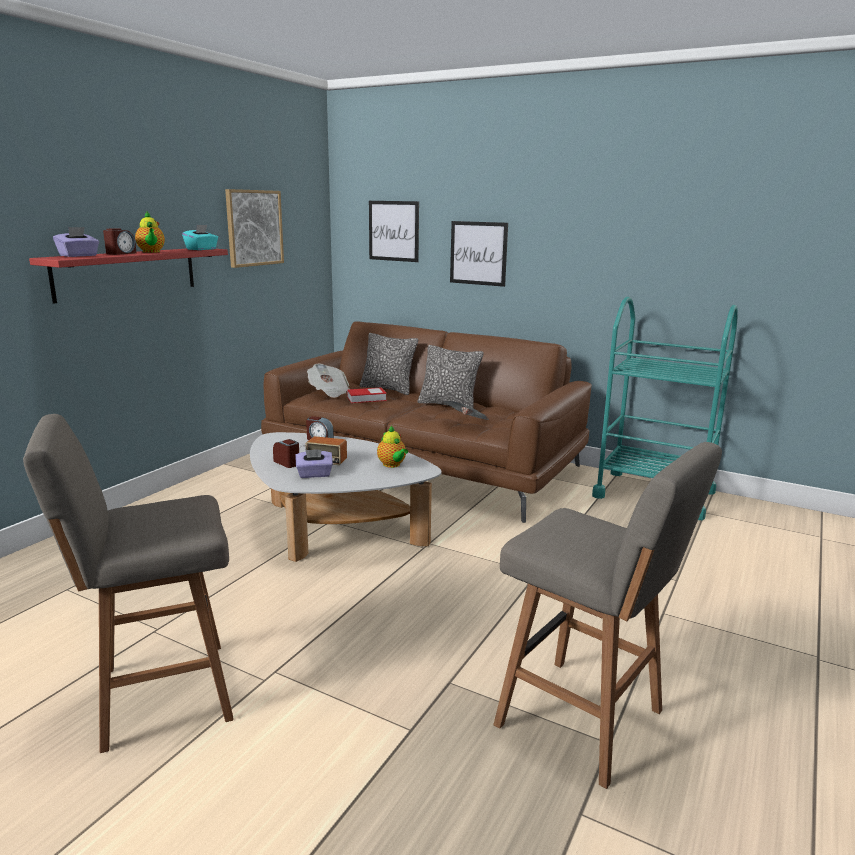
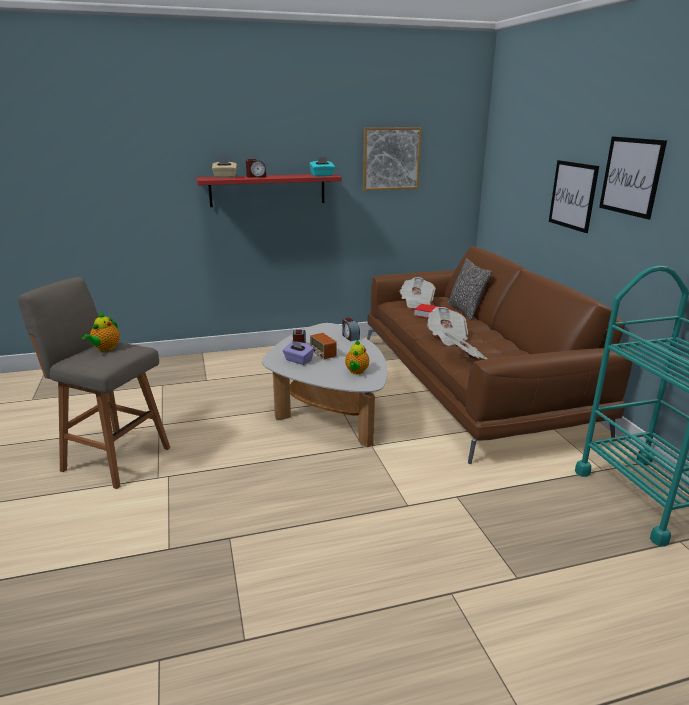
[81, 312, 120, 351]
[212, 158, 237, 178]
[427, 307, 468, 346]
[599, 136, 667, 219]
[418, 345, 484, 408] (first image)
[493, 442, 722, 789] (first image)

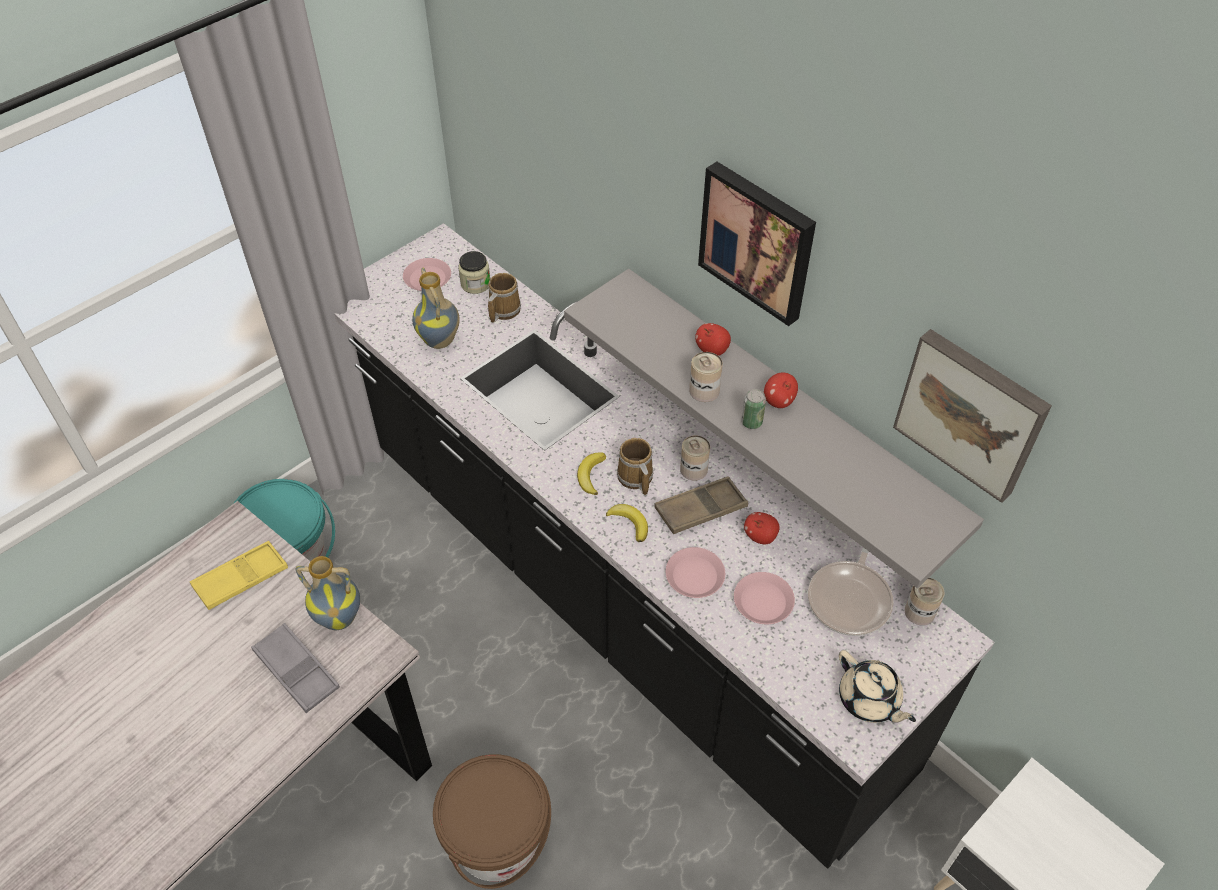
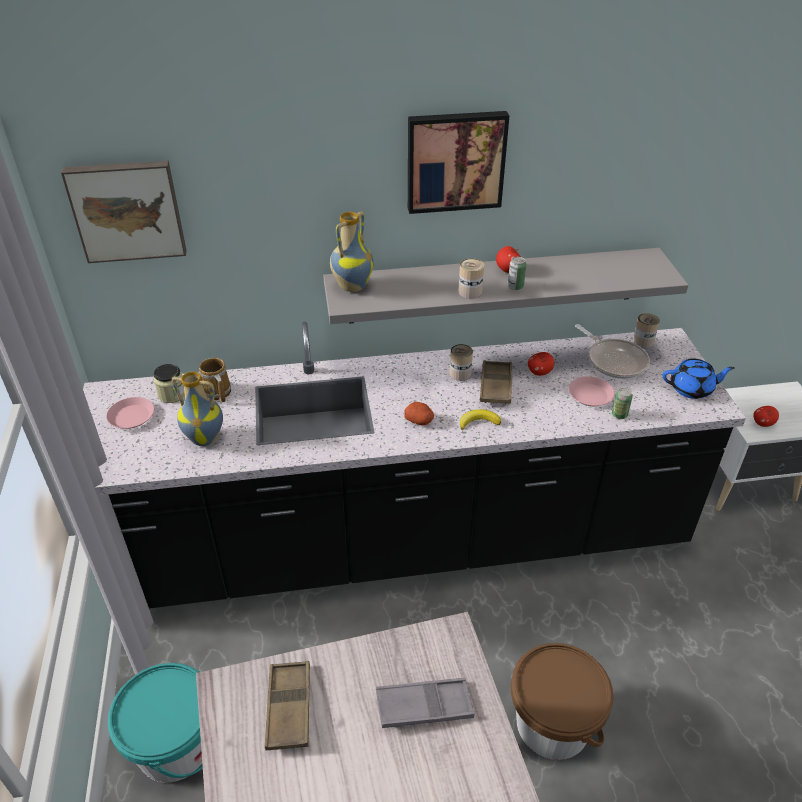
[61, 161, 186, 263]
[265, 661, 310, 750]
[330, 212, 374, 292]
[404, 402, 434, 425]
[612, 388, 633, 419]
[663, 358, 735, 399]
[753, 406, 779, 427]
[617, 438, 653, 495] (first image)
[666, 547, 725, 598] (first image)

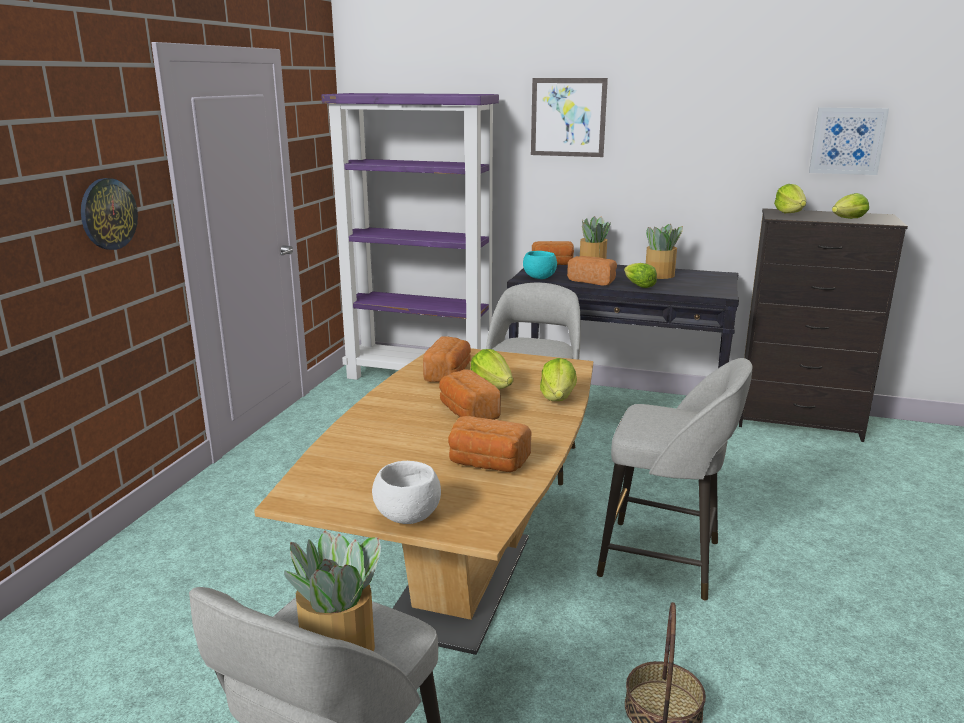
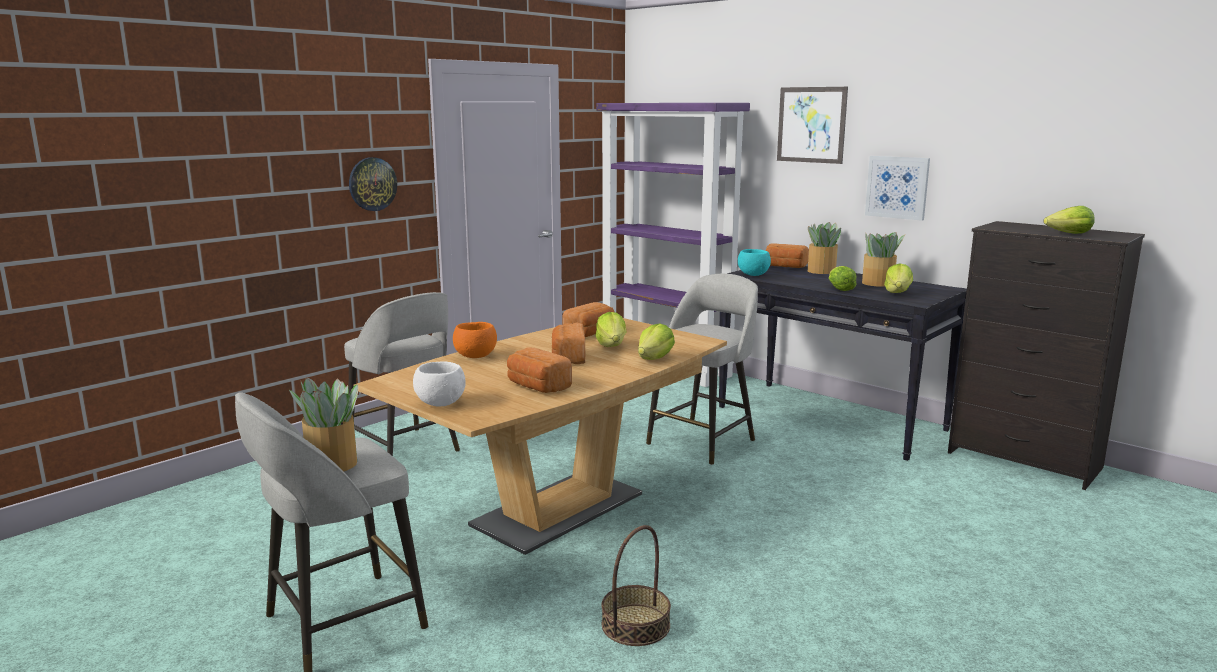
[344, 292, 460, 456]
[453, 322, 497, 358]
[865, 156, 930, 221]
[884, 263, 913, 293]
[567, 256, 617, 286] (first image)

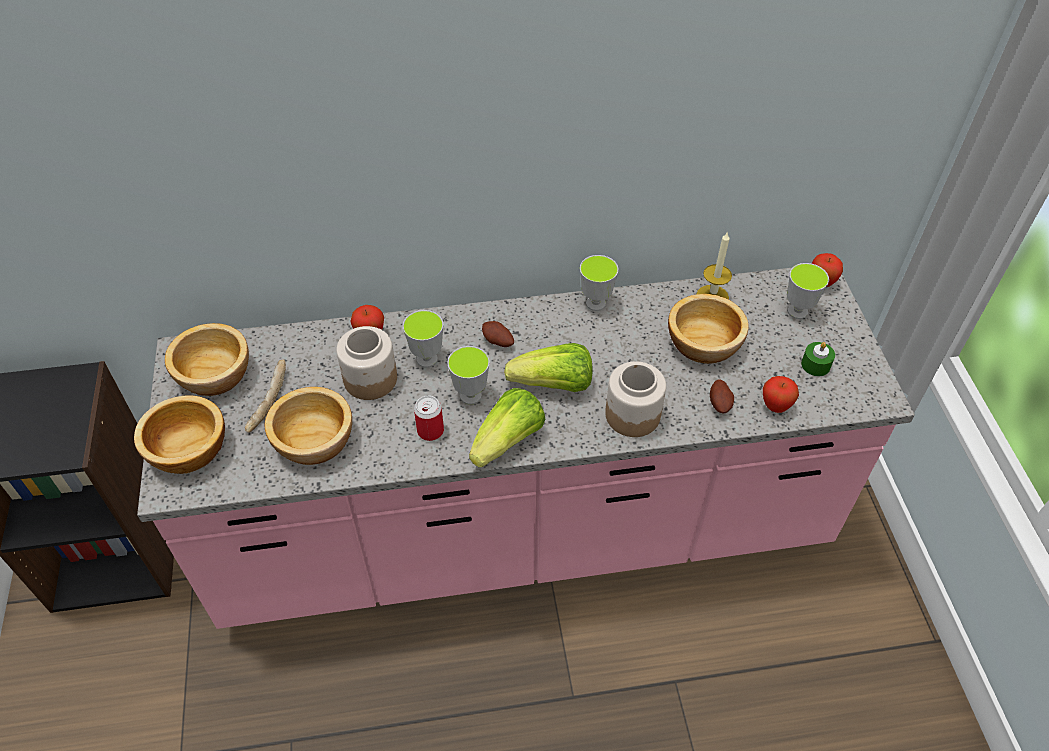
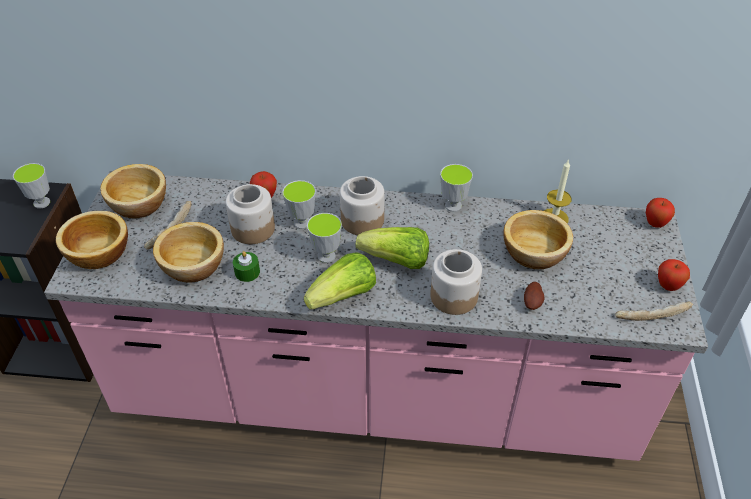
[13, 163, 50, 209]
[233, 251, 260, 282]
[340, 176, 384, 235]
[615, 302, 693, 321]
[658, 259, 690, 291]
[414, 395, 444, 441] (first image)

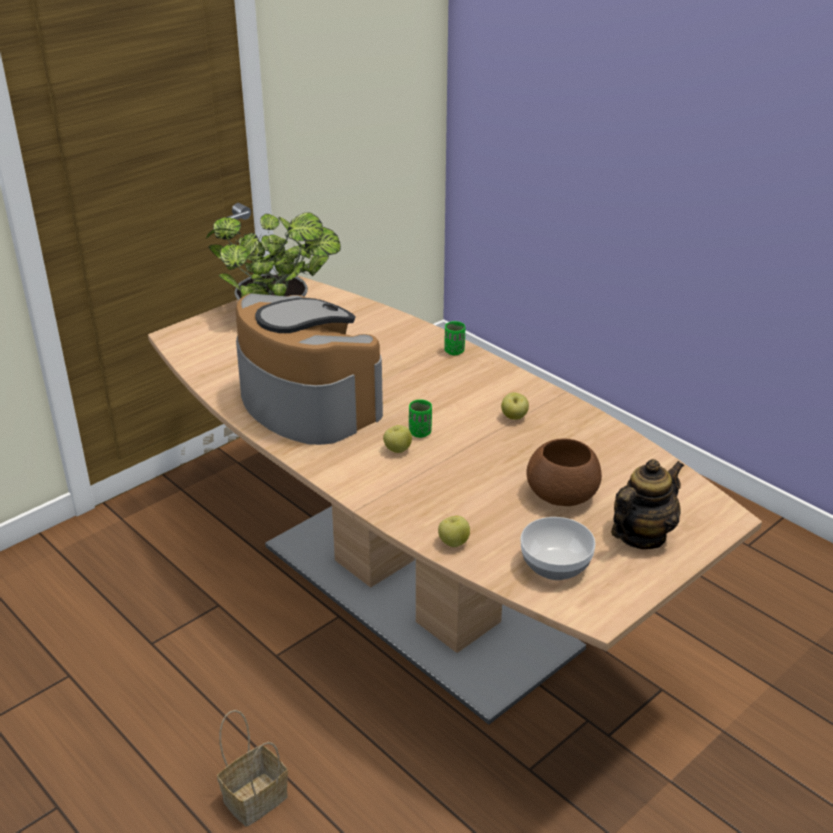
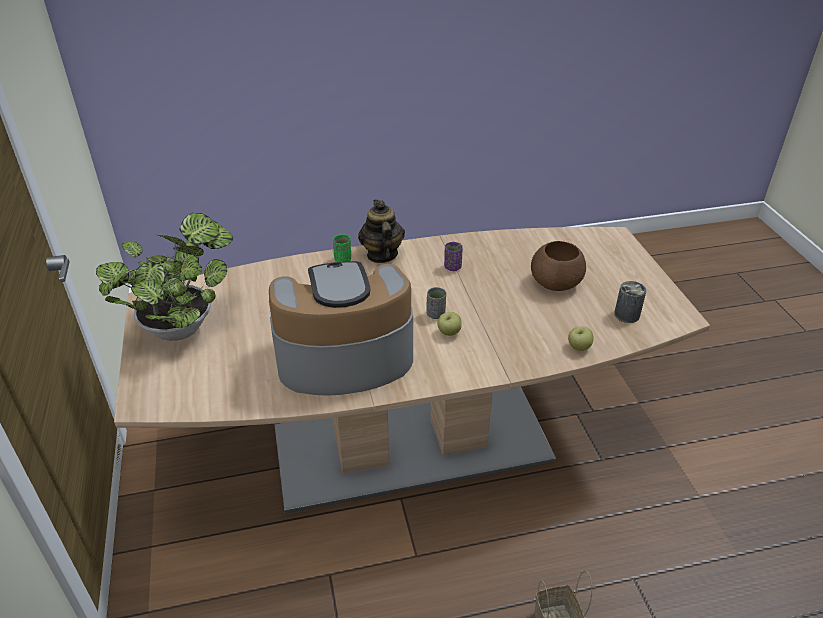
[358, 199, 405, 263]
[426, 287, 446, 319]
[444, 242, 463, 271]
[614, 281, 646, 323]

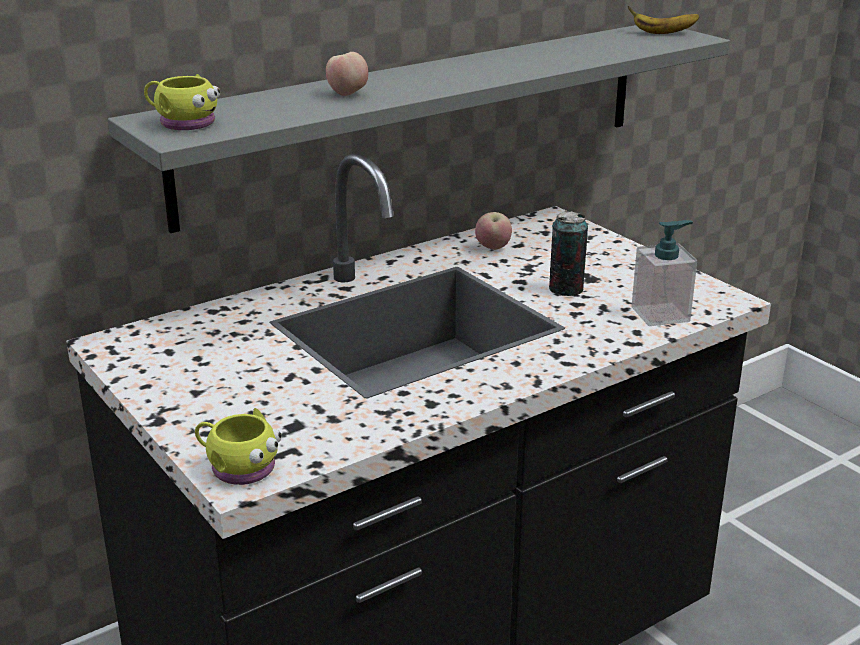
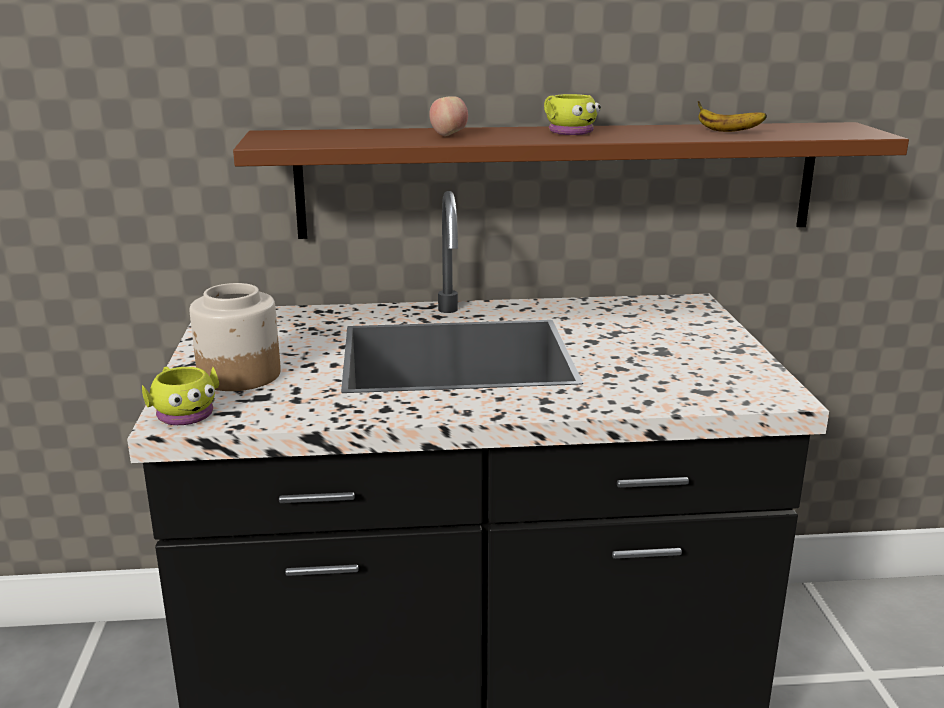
[190, 283, 281, 391]
[233, 122, 909, 239]
[544, 94, 601, 135]
[698, 101, 767, 132]
[475, 212, 512, 250] (first image)
[549, 211, 588, 296] (first image)
[632, 220, 697, 326] (first image)

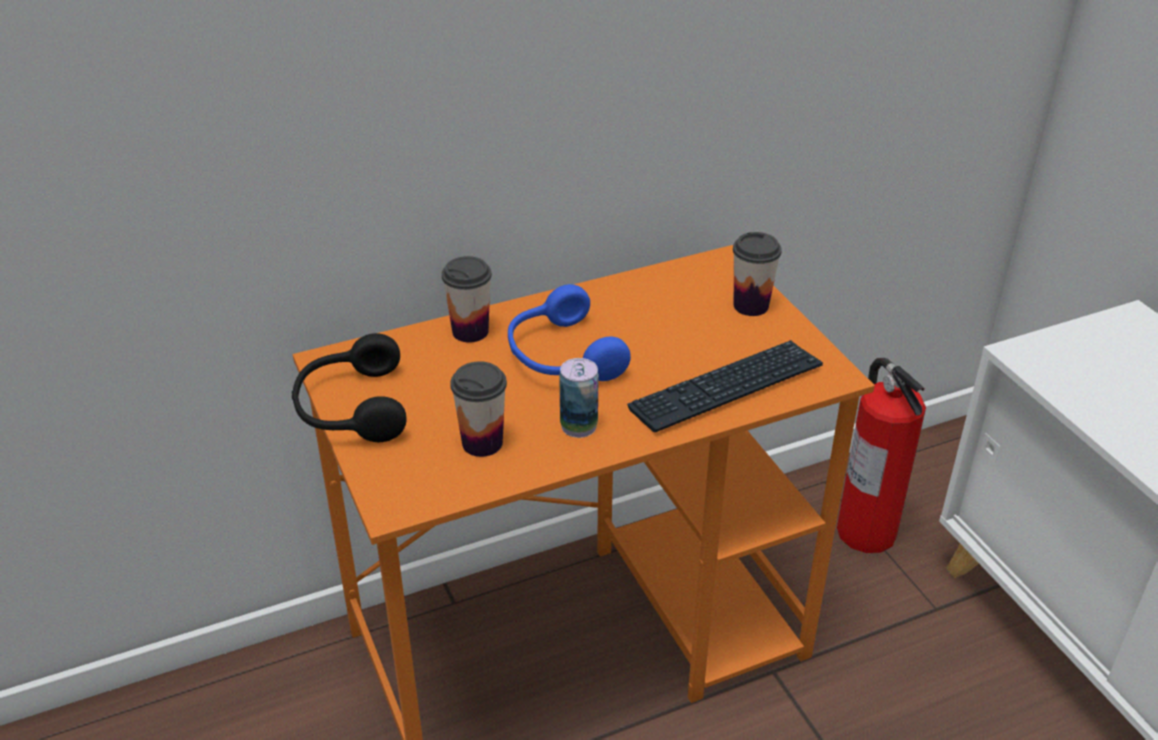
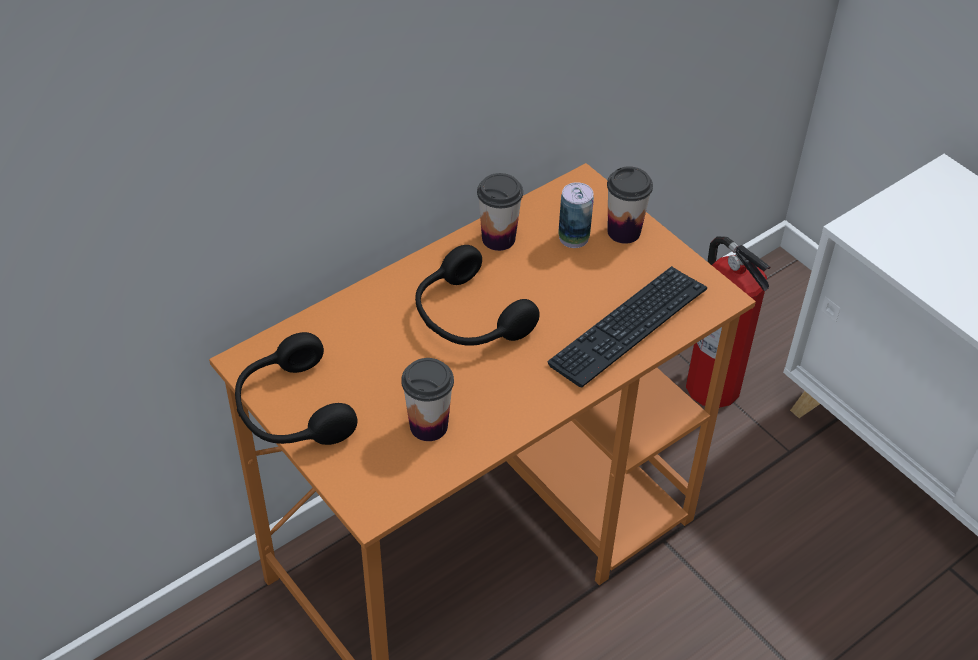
[415, 245, 540, 346]
[477, 173, 523, 251]
[558, 182, 594, 248]

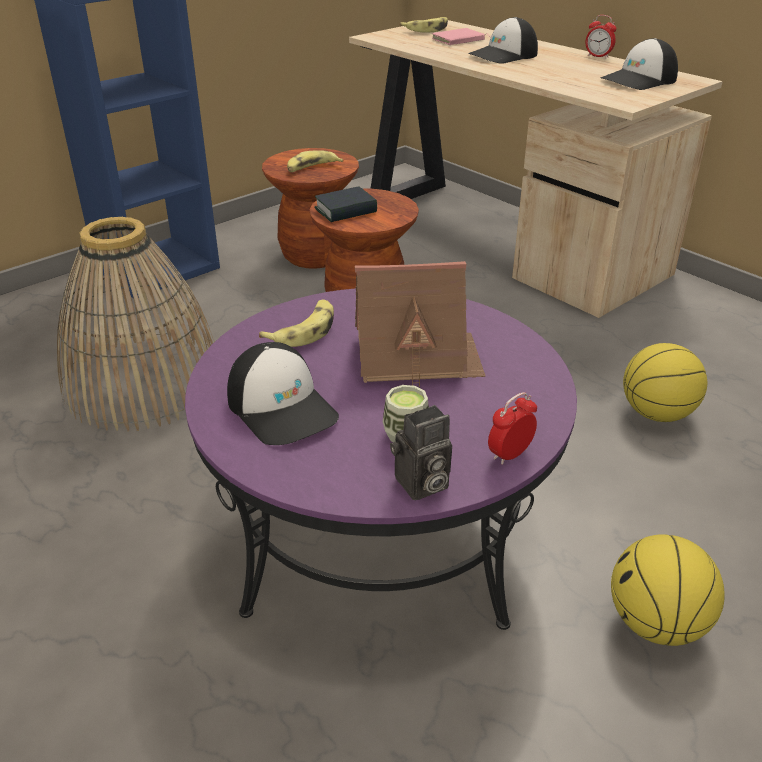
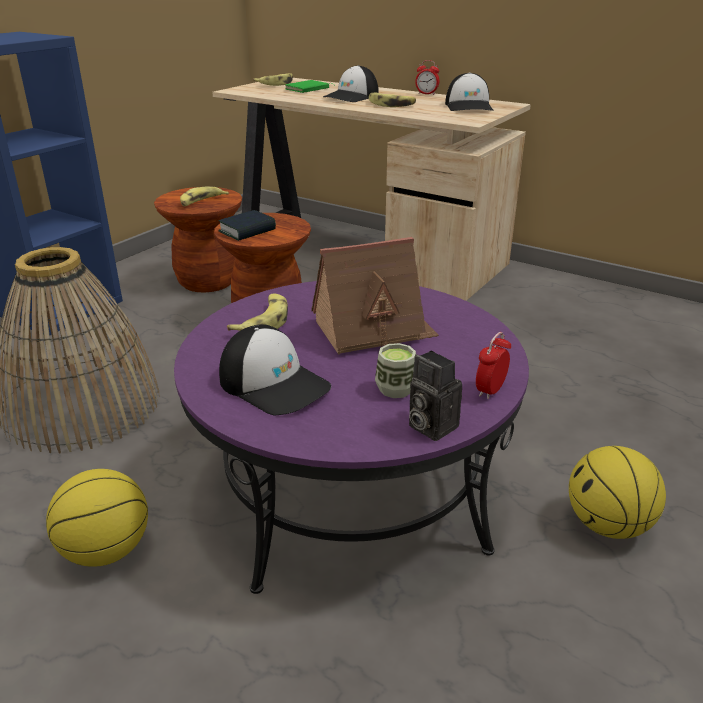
[46, 469, 148, 567]
[286, 80, 334, 93]
[369, 93, 416, 107]
[409, 350, 462, 441]
[445, 72, 494, 111]

